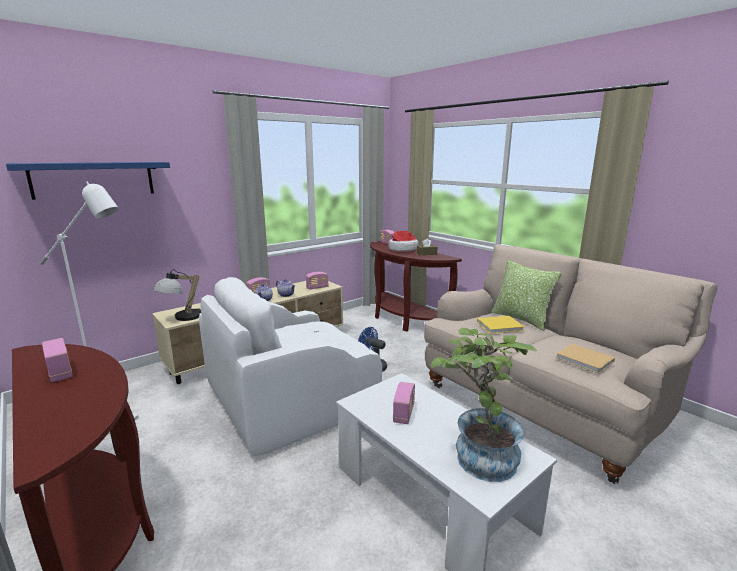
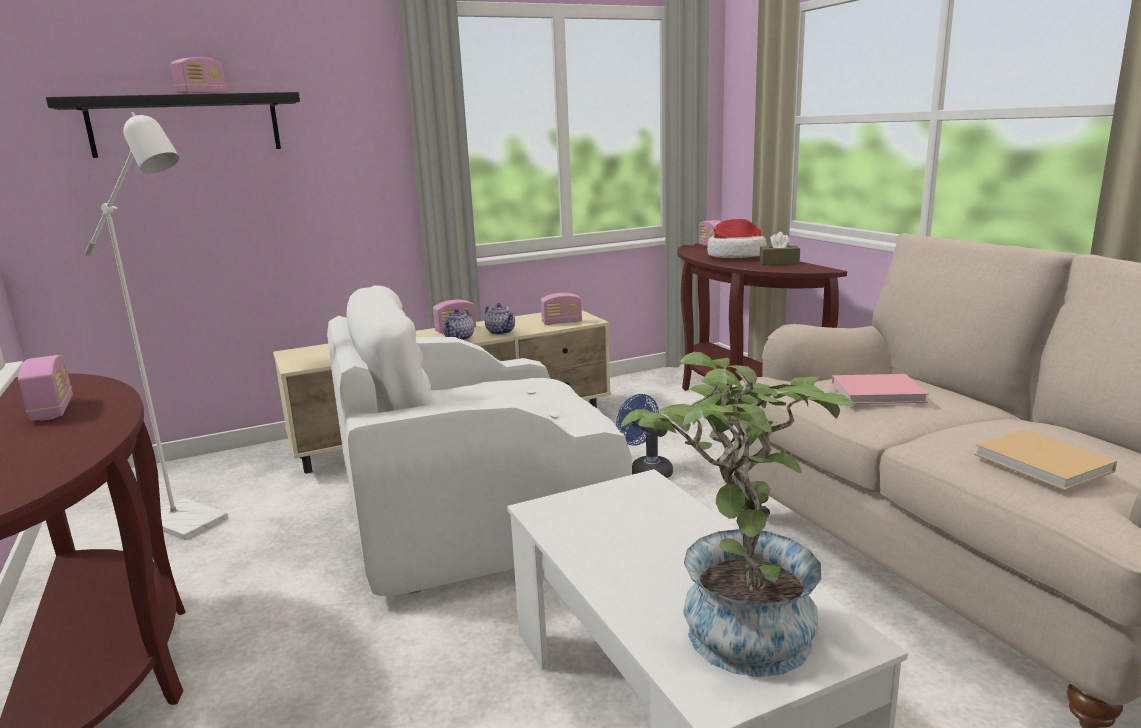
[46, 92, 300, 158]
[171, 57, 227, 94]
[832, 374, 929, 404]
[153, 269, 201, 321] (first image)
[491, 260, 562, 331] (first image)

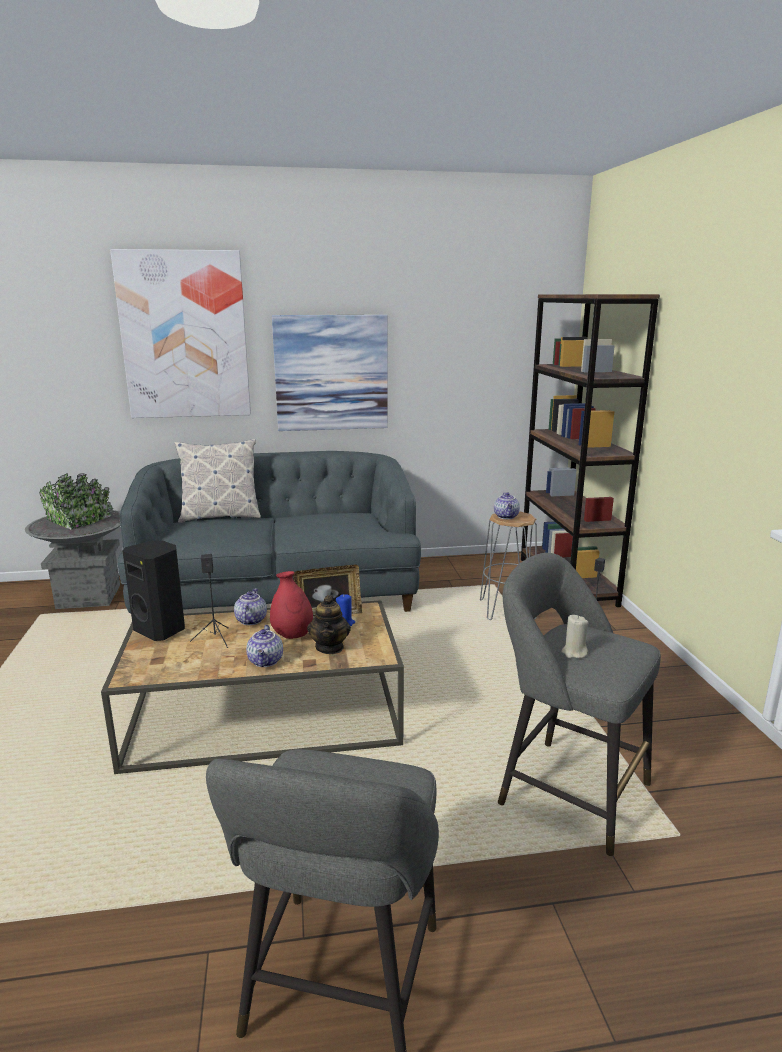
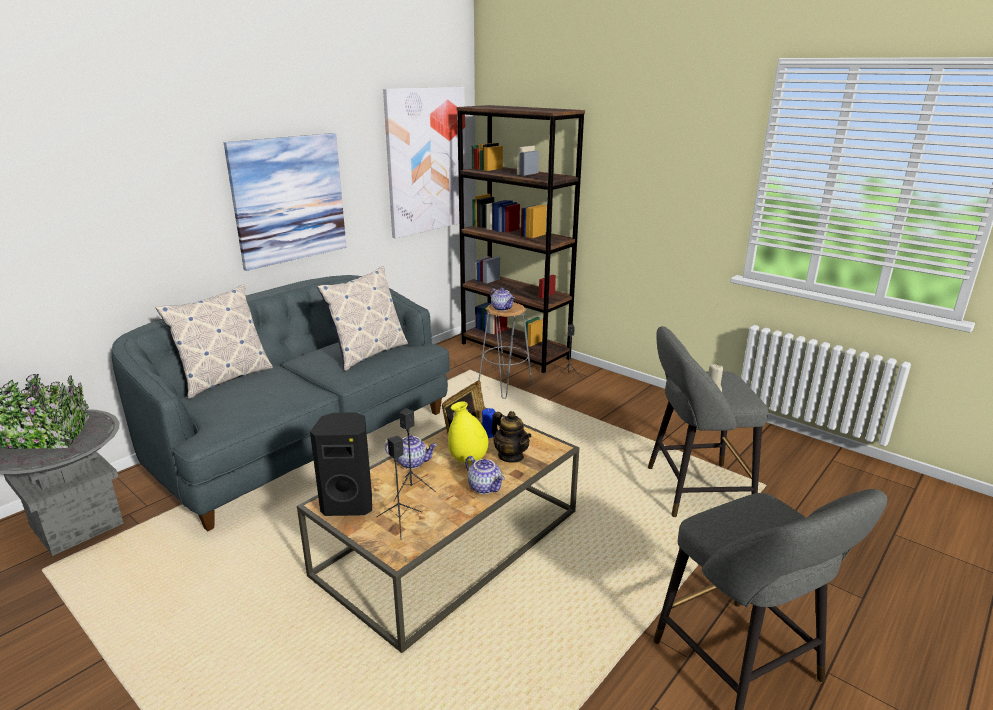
[317, 267, 408, 371]
[376, 436, 422, 540]
[383, 87, 467, 238]
[385, 436, 437, 469]
[448, 401, 489, 464]

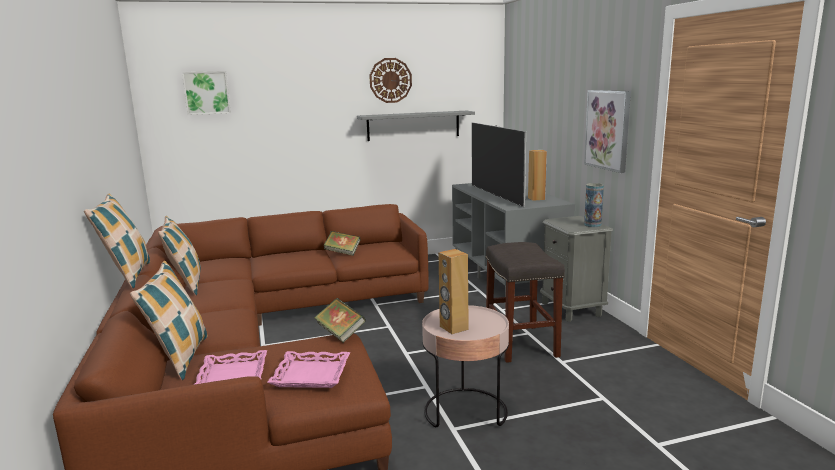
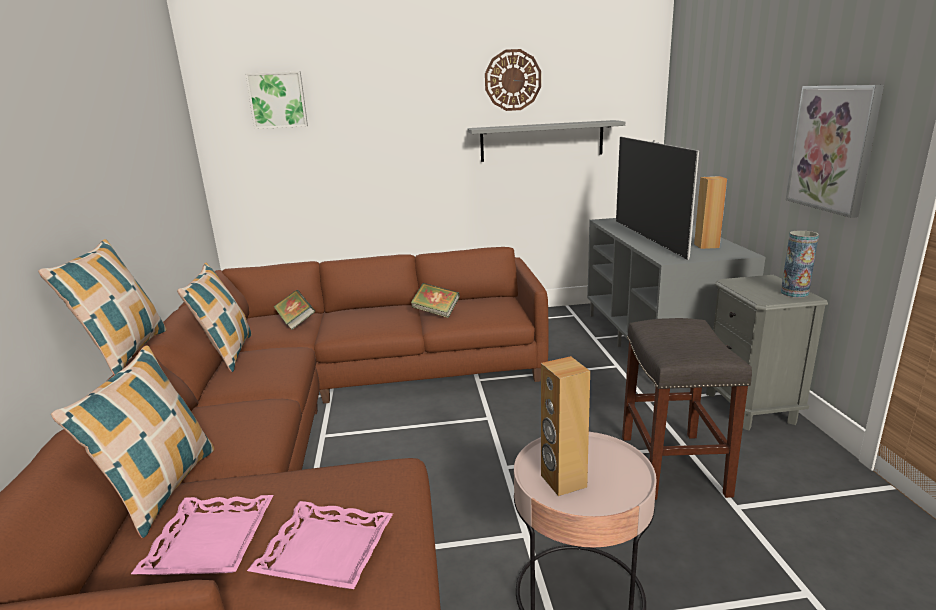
[274, 290, 315, 330]

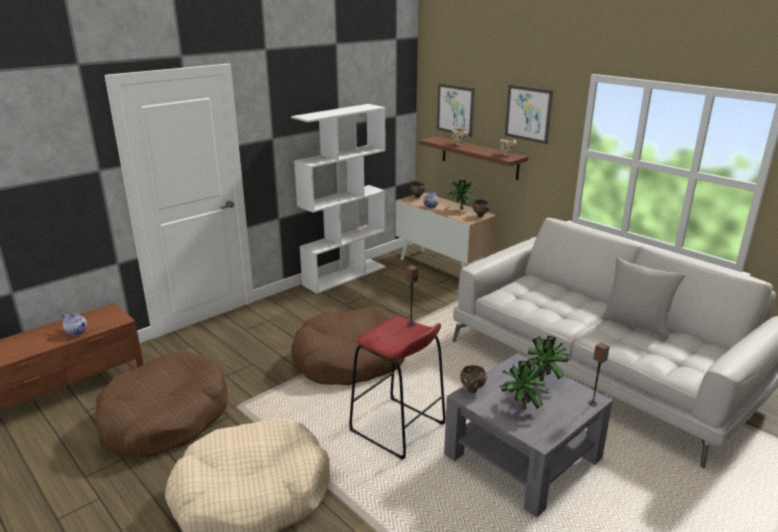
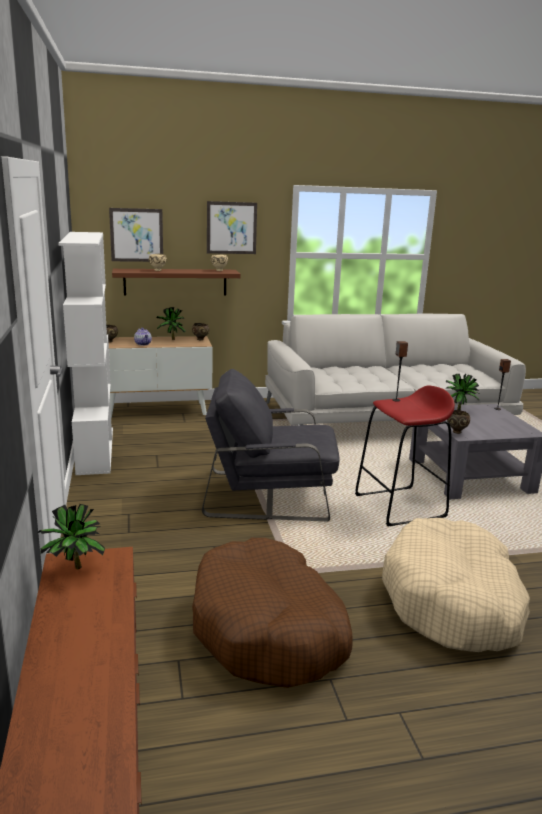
[38, 504, 105, 569]
[202, 369, 340, 522]
[62, 313, 87, 336] (first image)
[601, 257, 685, 339] (first image)

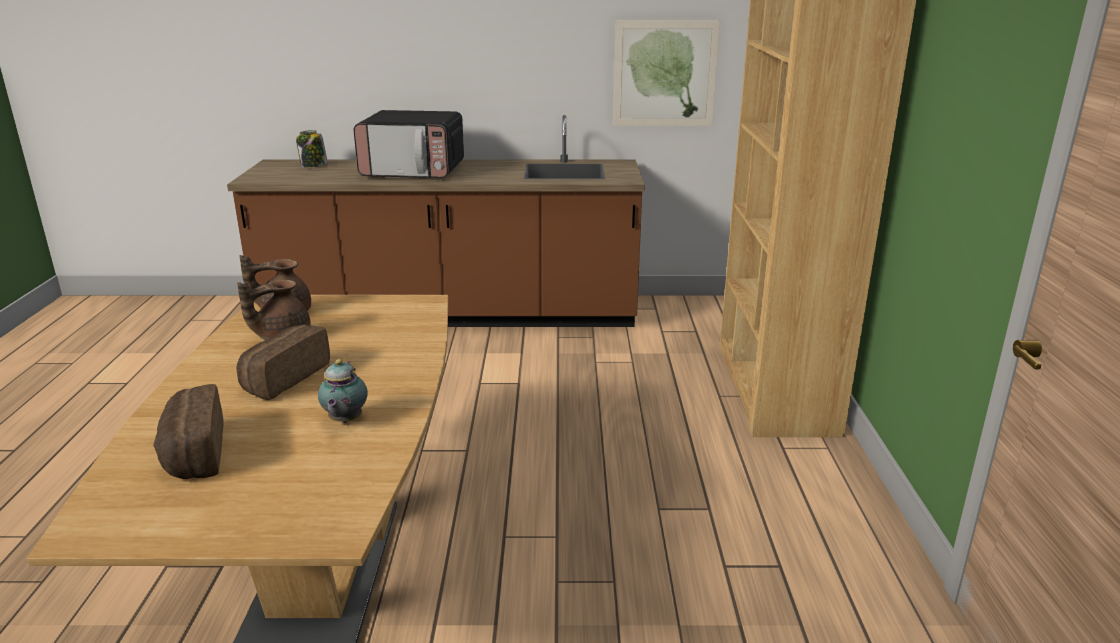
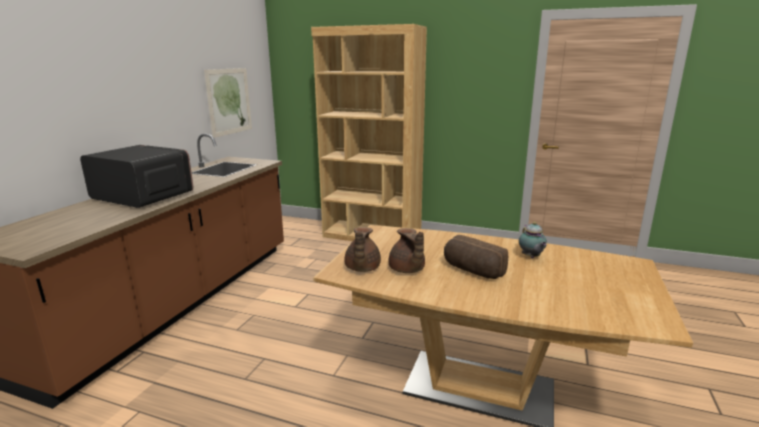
[80, 145, 194, 208]
[519, 222, 547, 258]
[153, 384, 223, 479] (first image)
[296, 130, 328, 168] (first image)

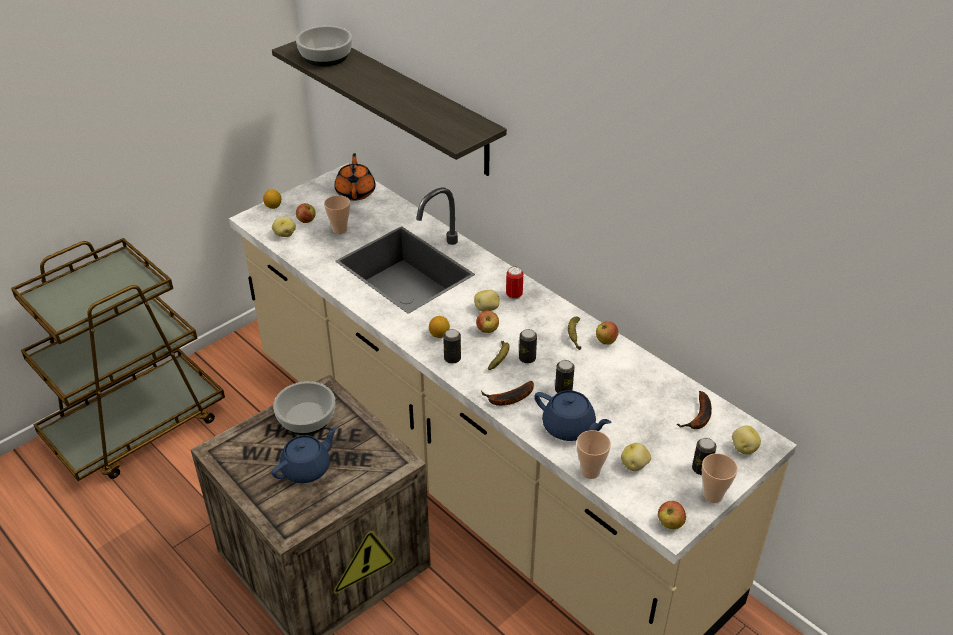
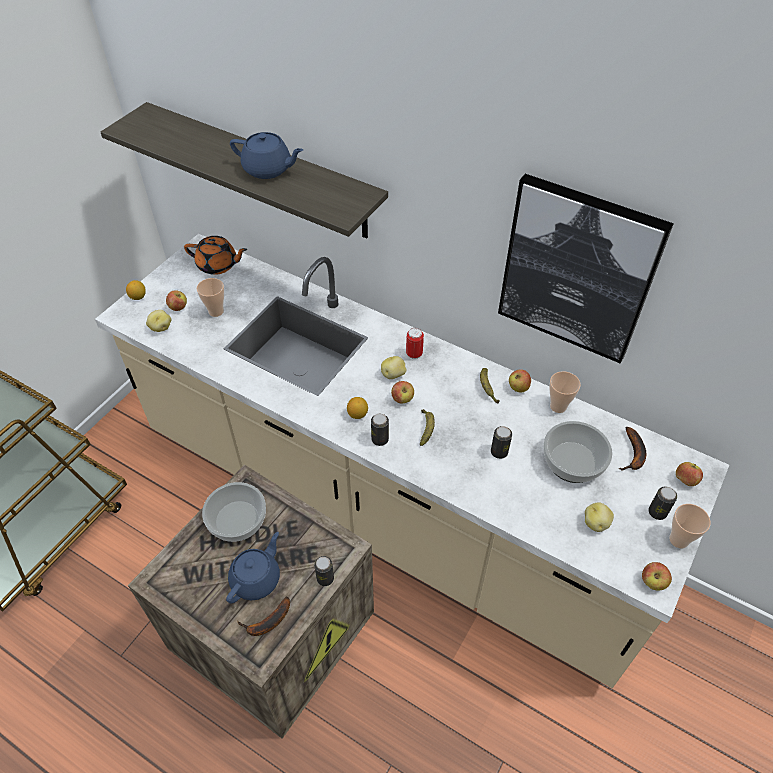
[184, 236, 247, 275]
[230, 132, 303, 179]
[237, 597, 290, 636]
[314, 556, 334, 586]
[498, 174, 674, 364]
[543, 421, 612, 483]
[549, 371, 581, 413]
[676, 462, 703, 486]

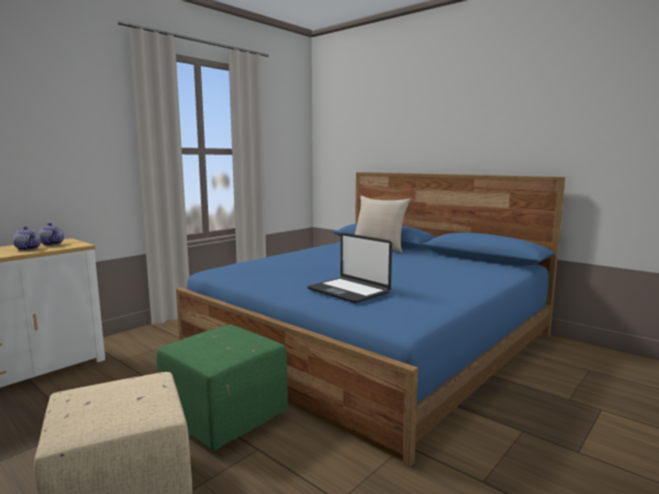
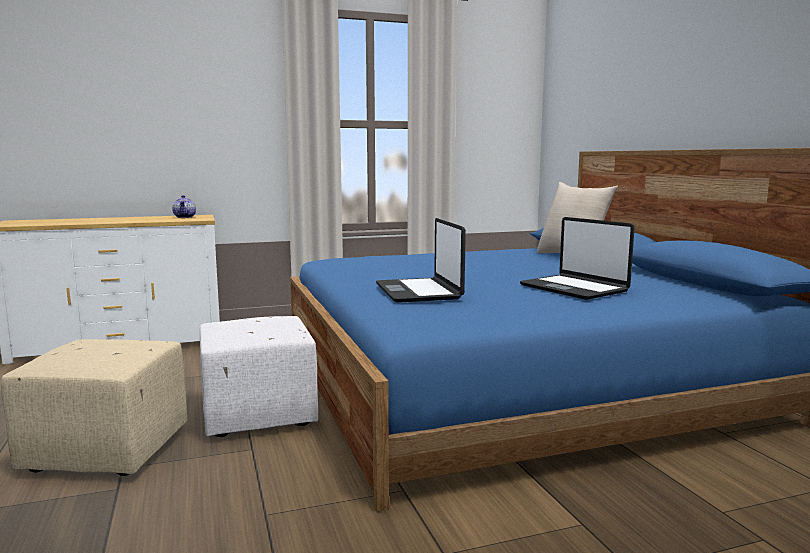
[200, 316, 318, 437]
[520, 217, 635, 300]
[13, 226, 41, 251] (first image)

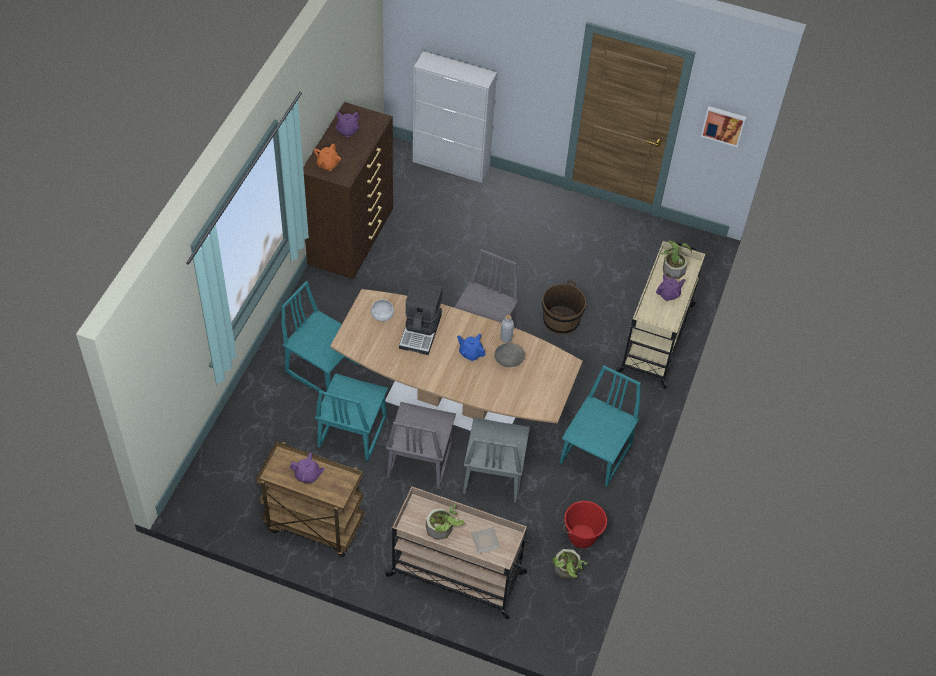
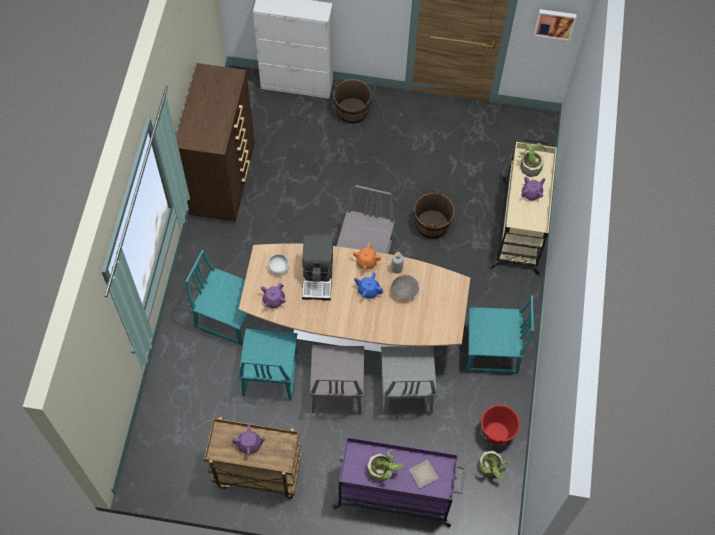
[261, 283, 286, 308]
[331, 437, 466, 527]
[333, 79, 372, 124]
[353, 243, 381, 269]
[466, 296, 534, 374]

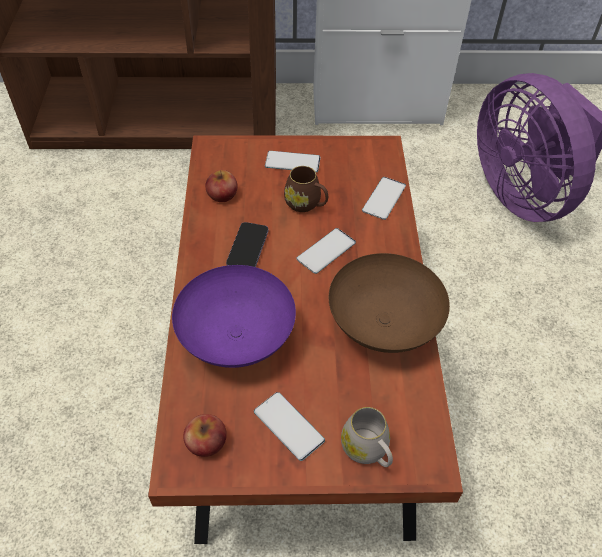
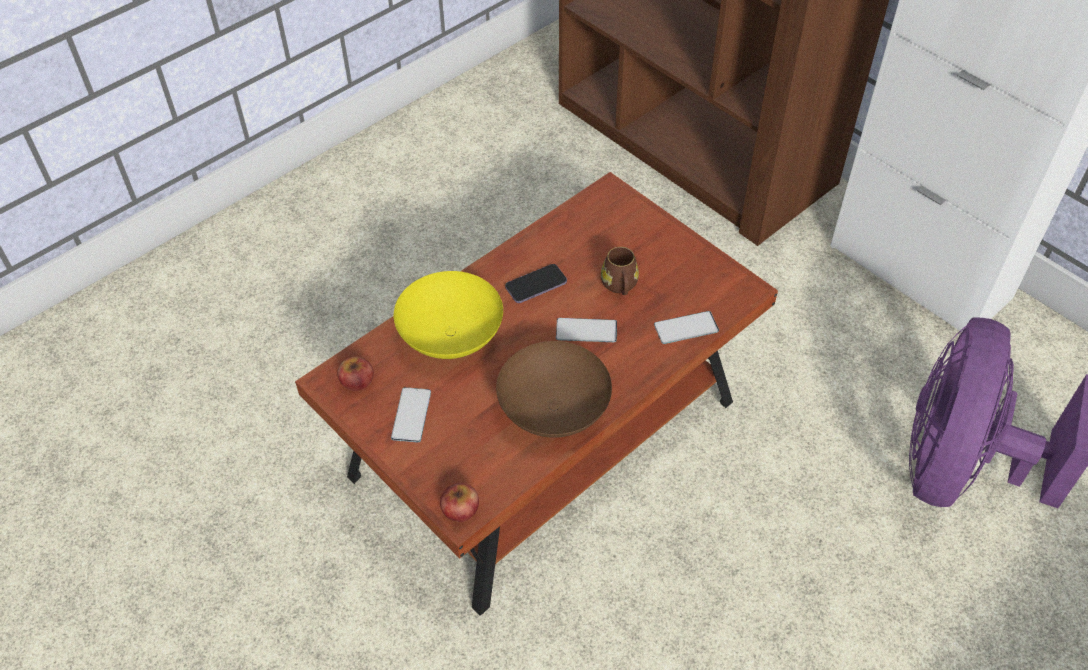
[394, 271, 503, 359]
[440, 483, 479, 522]
[265, 151, 321, 172] (first image)
[341, 407, 393, 467] (first image)

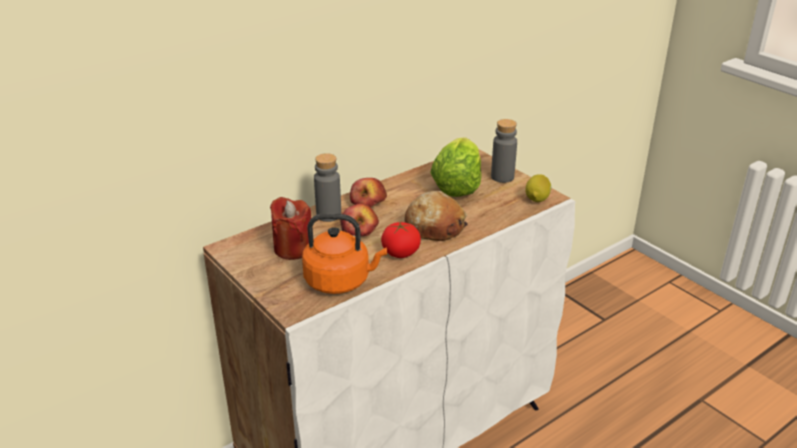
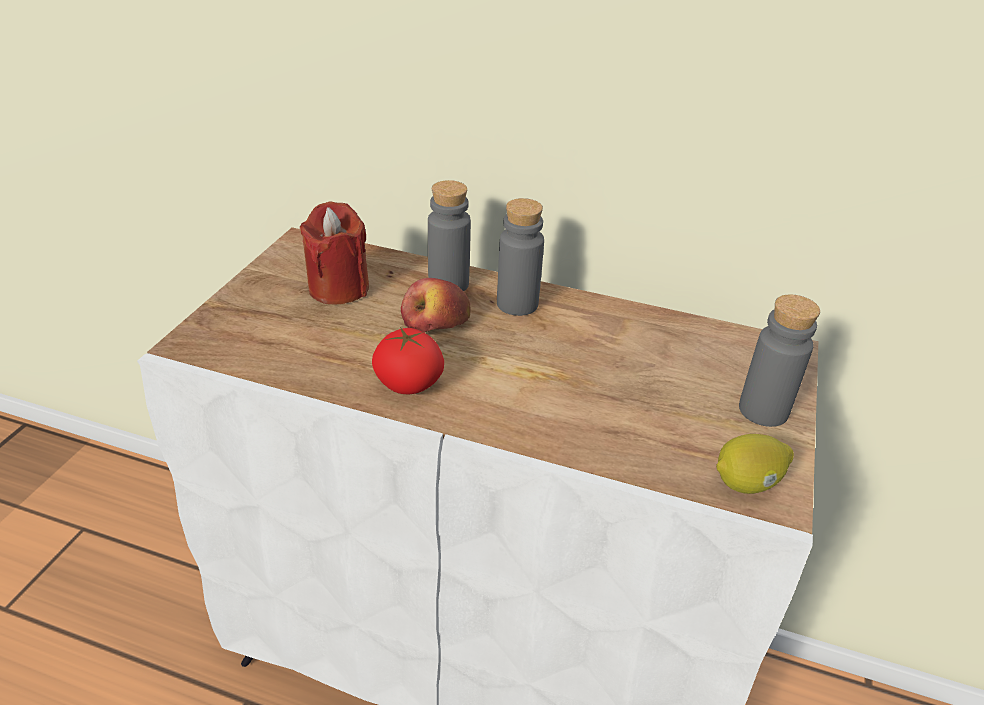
[497, 198, 544, 316]
[302, 213, 387, 294] (first image)
[405, 191, 468, 241] (first image)
[430, 137, 482, 197] (first image)

